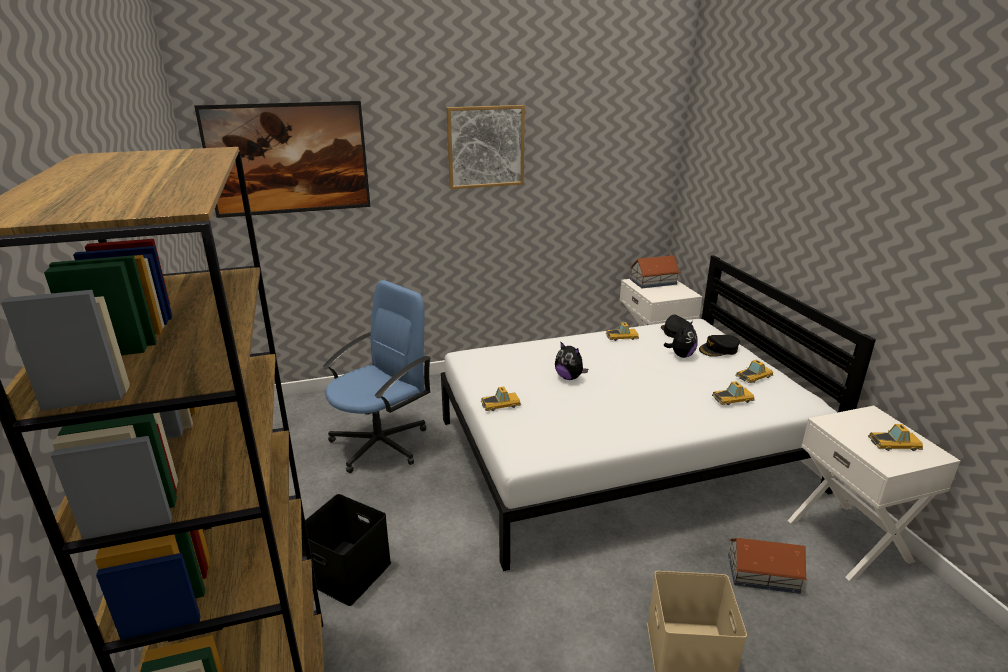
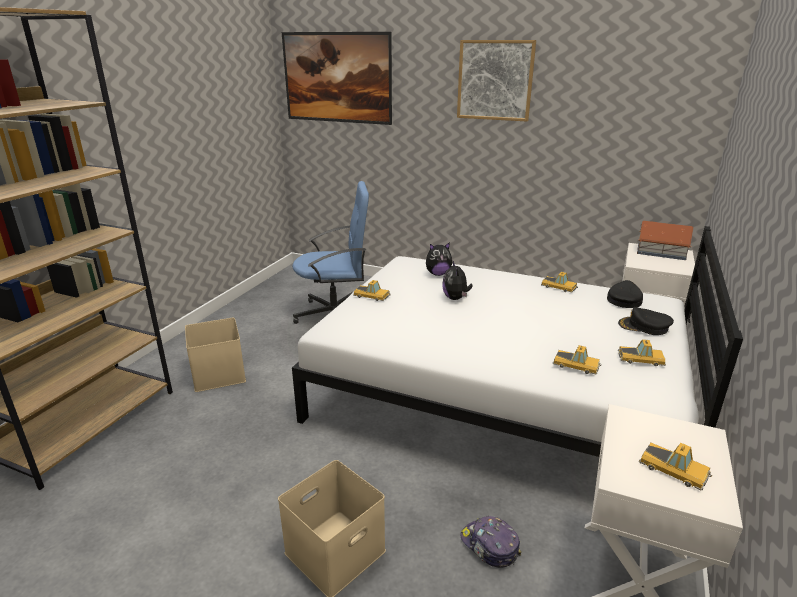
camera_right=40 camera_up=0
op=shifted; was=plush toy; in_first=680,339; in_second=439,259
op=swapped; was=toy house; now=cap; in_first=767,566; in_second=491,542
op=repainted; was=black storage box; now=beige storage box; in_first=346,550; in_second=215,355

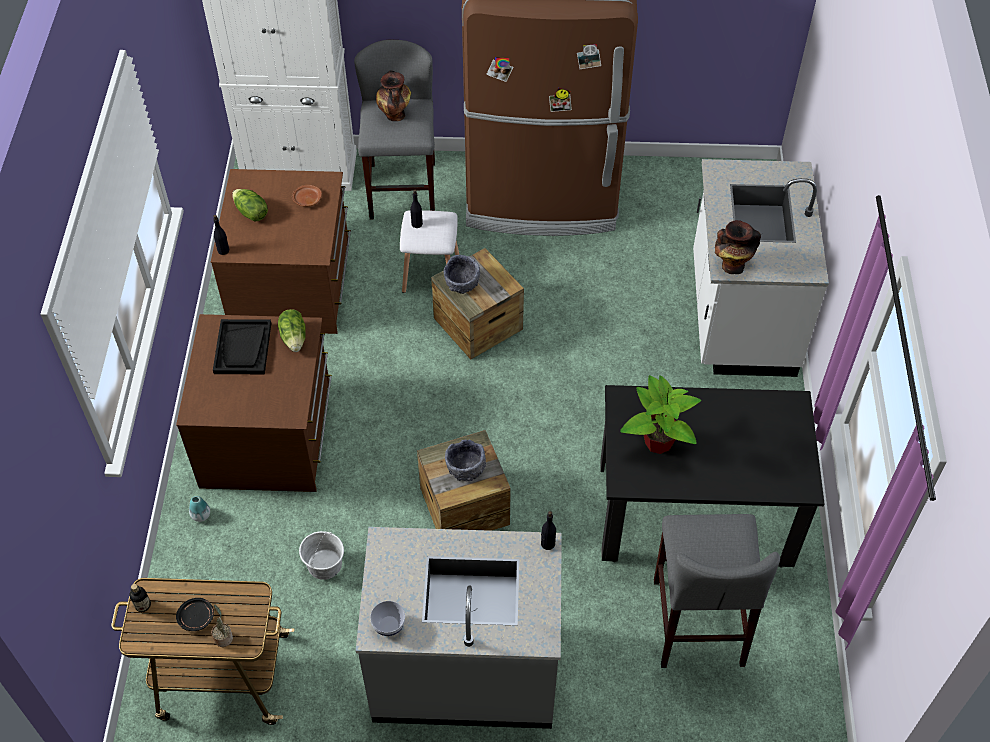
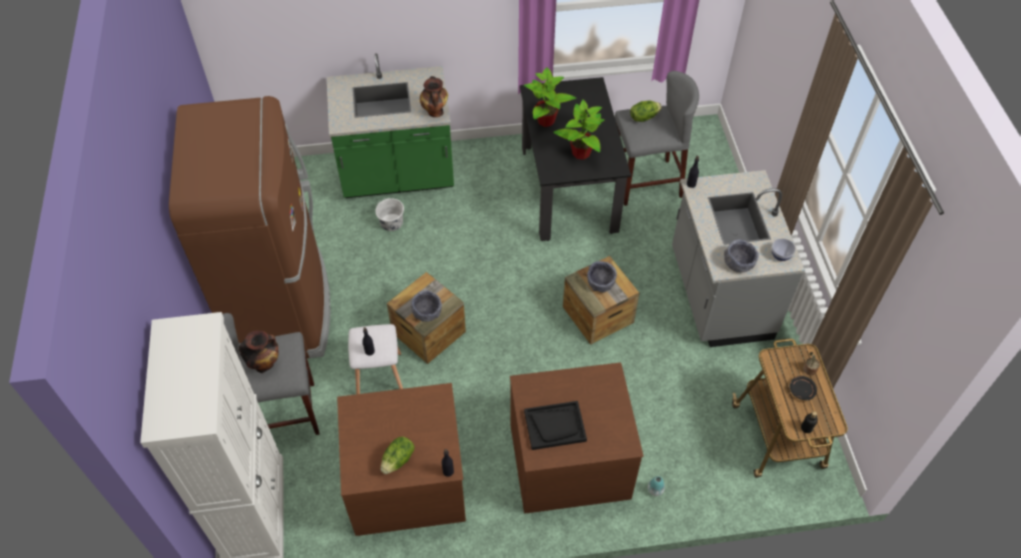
camera_right=-100 camera_up=0
op=gone; was=brown plate; in_first=307,196
op=new; now=potted plant; in_second=550,97
op=new; now=grey bowl; in_second=741,255
op=shifted; was=lettuce; in_first=292,330; in_second=646,111
op=shifted; was=white bucket; in_first=321,555; in_second=390,214
op=repainted; was=white counter; now=green counter; in_first=761,268; in_second=390,125

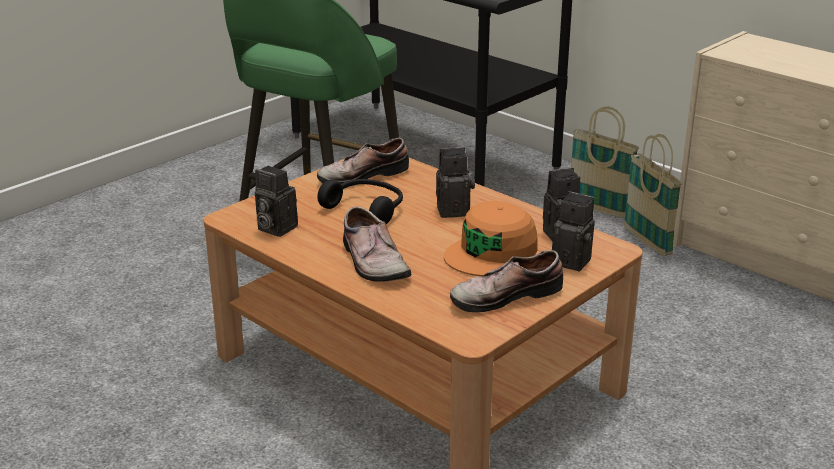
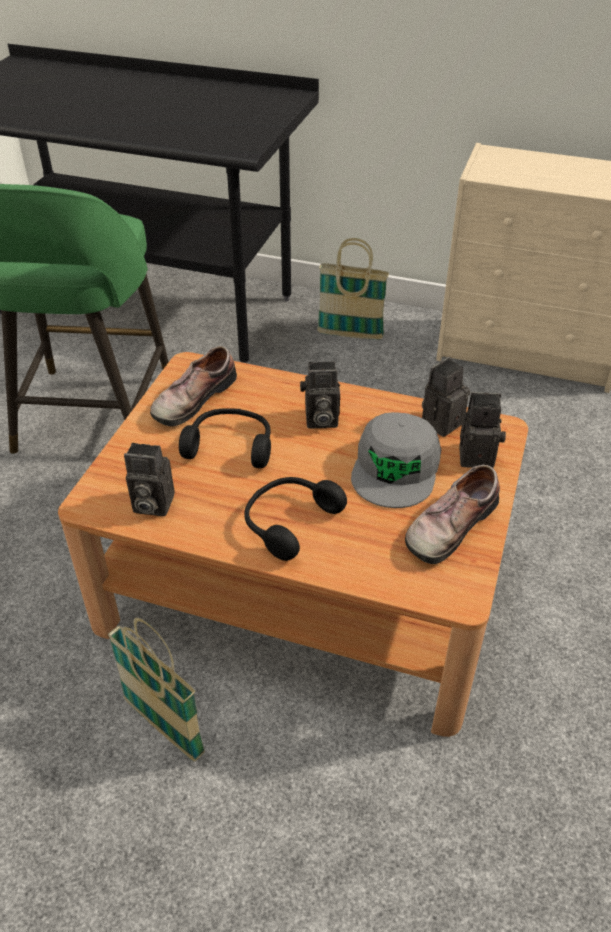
camera_right=-25 camera_up=15
op=shifted; was=basket; in_first=652,195; in_second=156,690
op=swapped; was=shoe; now=black headphones; in_first=377,244; in_second=295,519
op=repainted; was=orange cap; now=grey cap; in_first=491,238; in_second=396,460
op=rotated; was=photo camera; in_first=455,182; in_second=320,395; clockwise=-150

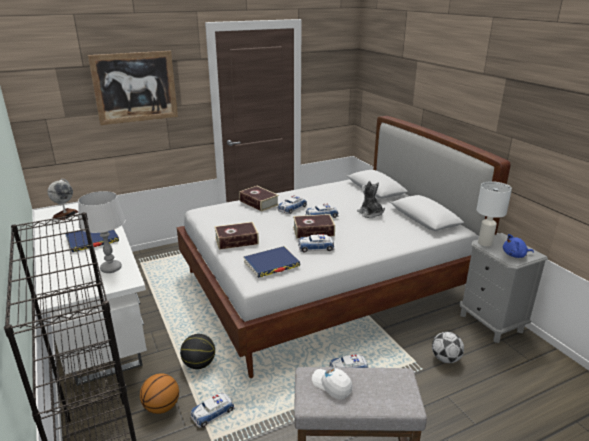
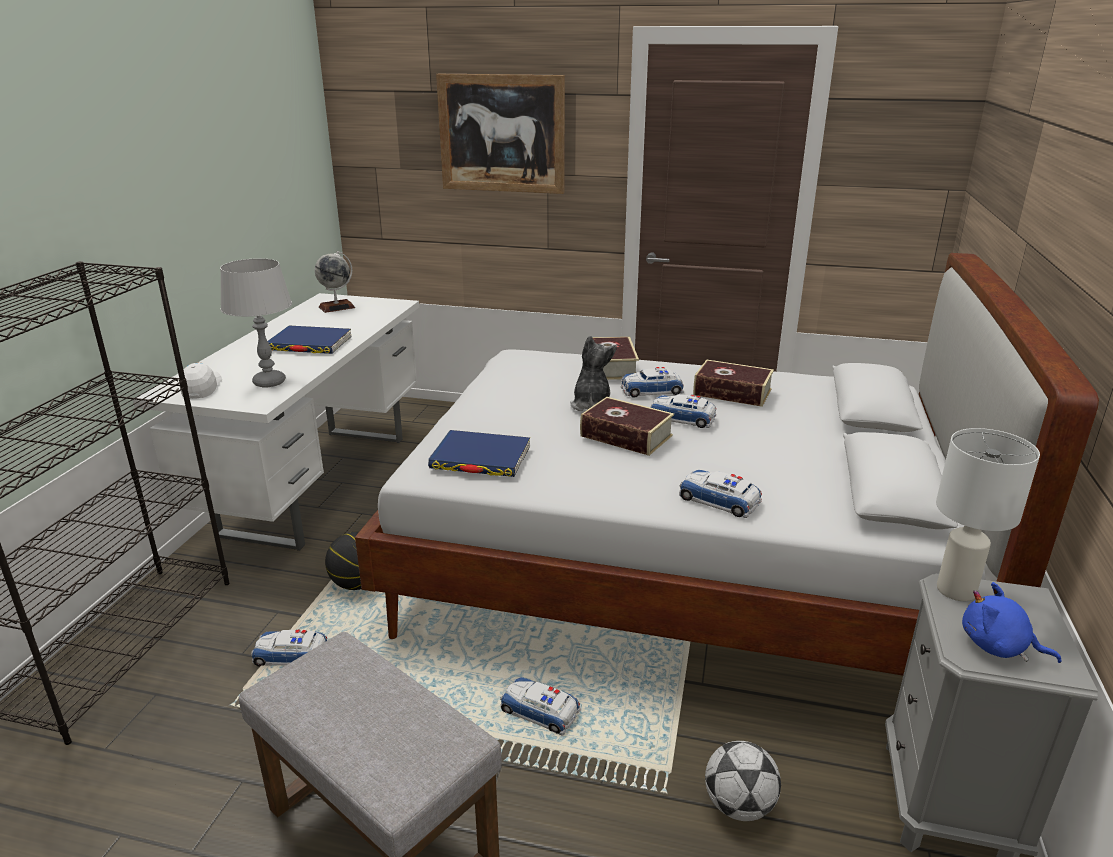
camera_right=40 camera_up=0
op=gone; was=basketball; in_first=159,393
op=shifted; was=book; in_first=236,236; in_second=733,383
op=shifted; was=toy car; in_first=316,243; in_second=720,494
op=shifted; was=white cap; in_first=332,384; in_second=201,381
op=shifted; was=plush toy; in_first=371,199; in_second=593,373

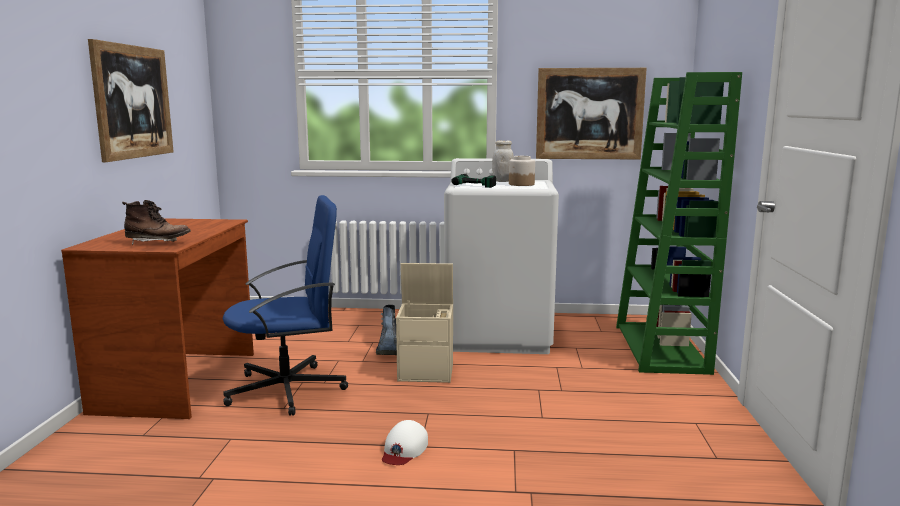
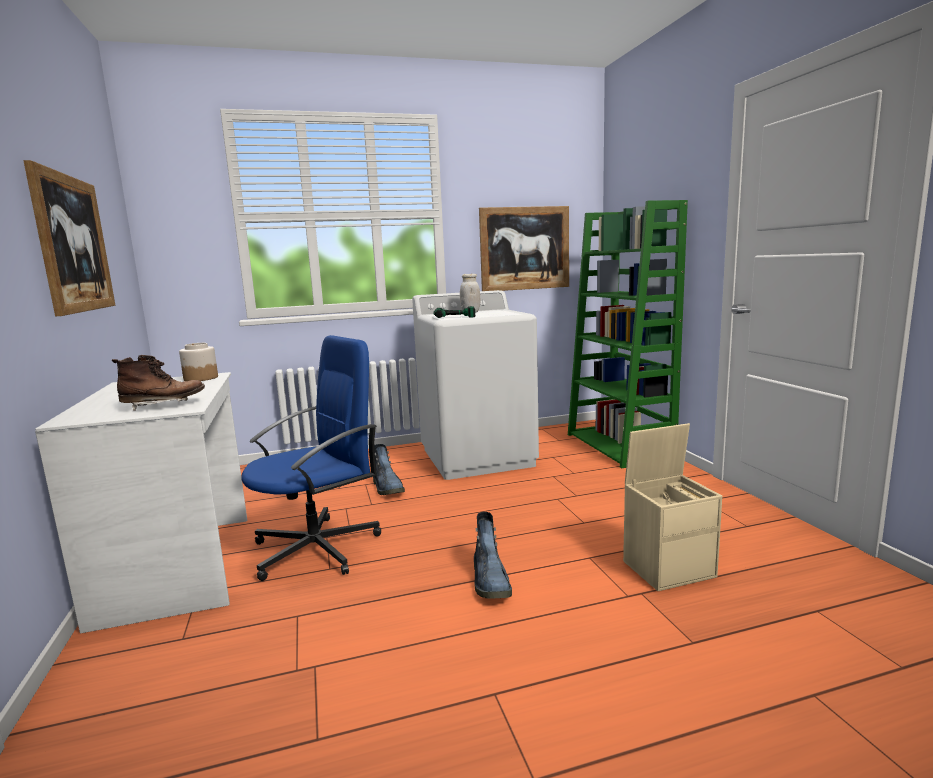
camera_right=-20 camera_up=0
op=shifted; was=beige storage box; in_first=424,323; in_second=672,507
op=shifted; was=jar; in_first=522,171; in_second=198,362
op=swapped; was=white cap; now=boot; in_first=405,442; in_second=493,555
op=repainted; was=brown desk; now=white desk; in_first=157,318; in_second=141,502

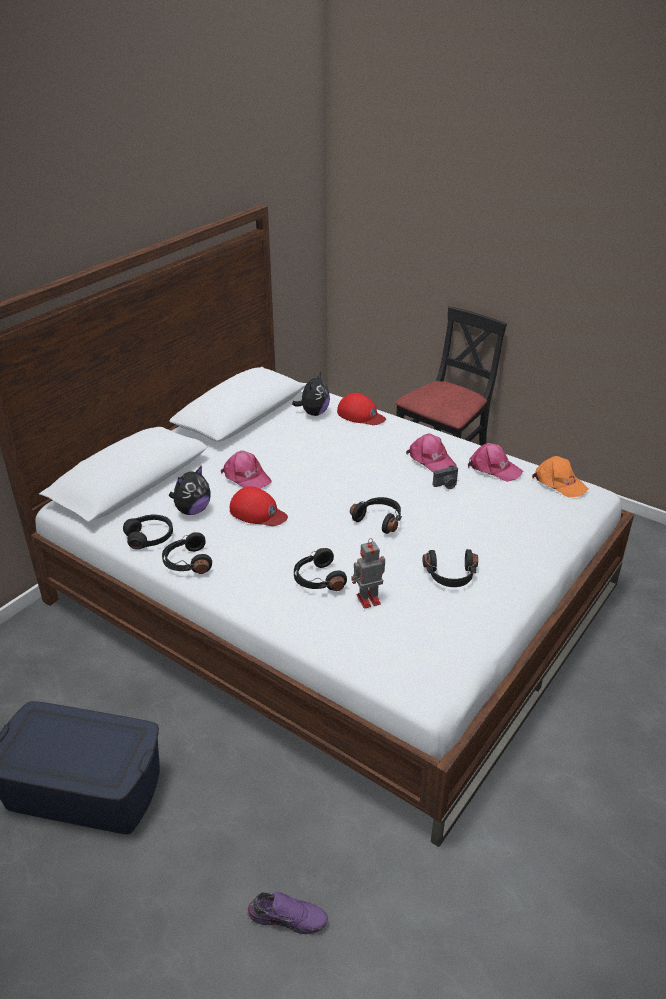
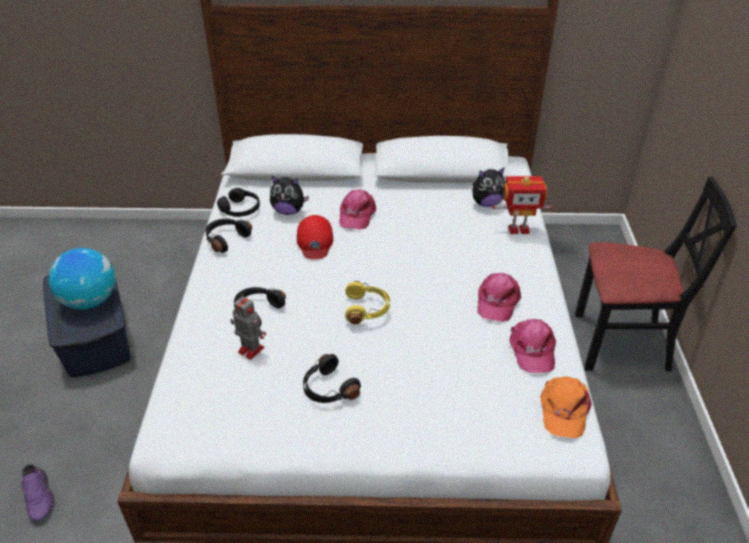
camera_right=55 camera_up=5
op=gone; was=photo camera; in_first=445,477
op=new; now=globe; in_second=82,279
op=swapped; was=red cap; now=toy robot; in_first=361,409; in_second=522,205
op=repainted; was=black headphones; now=yellow headphones; in_first=376,515; in_second=367,302

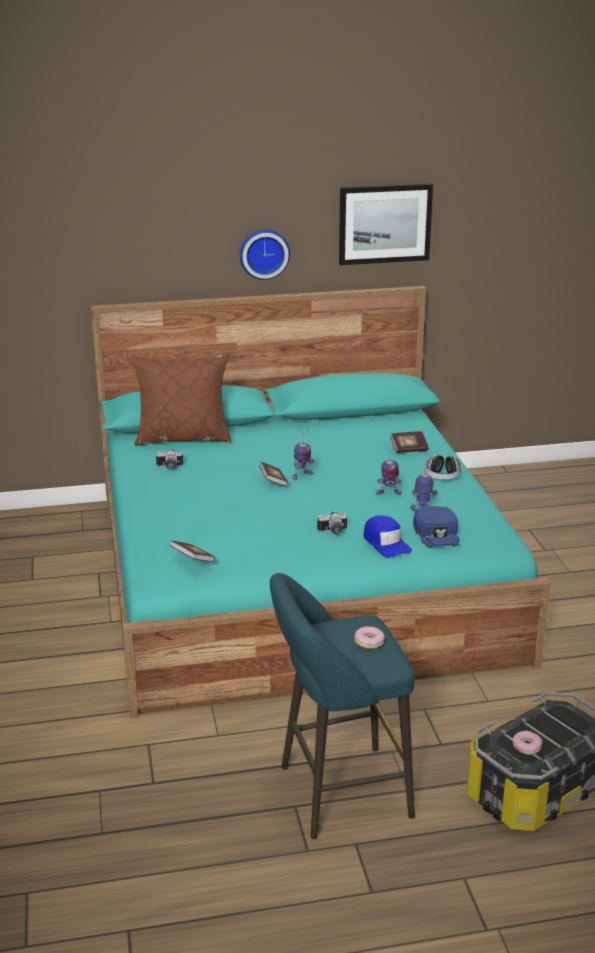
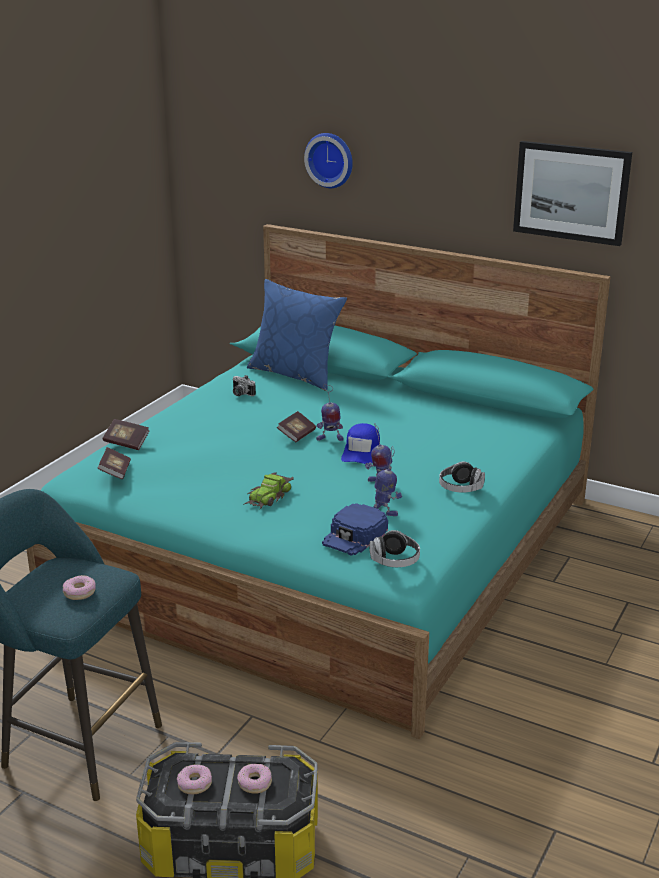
camera_right=40 camera_up=0
op=new; now=donut; in_second=254,779
op=new; now=headphones; in_second=394,548
op=shifted; was=wall clock; in_first=265,254; in_second=328,160
op=shifted; was=blue cap; in_first=387,536; in_second=360,443
op=shifted; was=book; in_first=409,442; in_second=126,434
op=swapped; was=photo camera; now=toy car; in_first=332,522; in_second=268,490
op=repainted; was=brown pillow; now=blue pillow; in_first=181,399; in_second=297,335

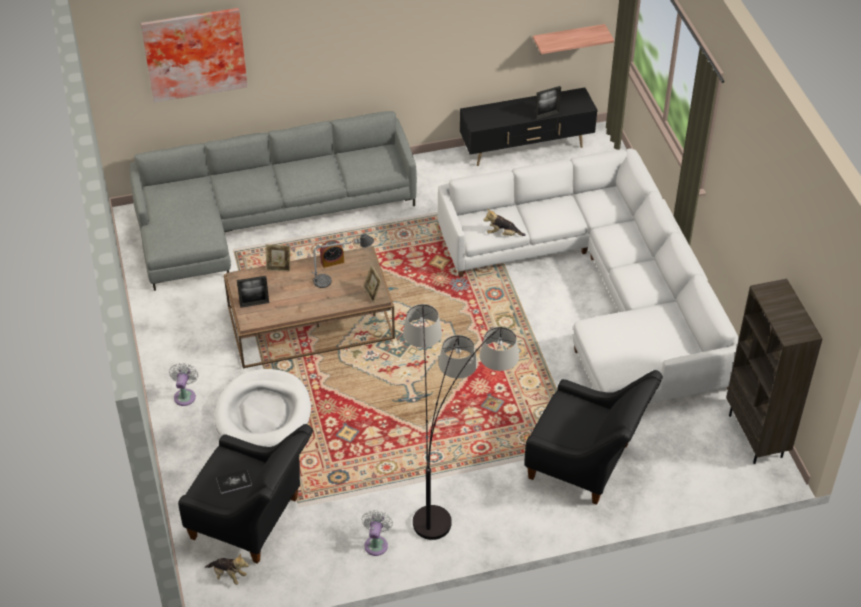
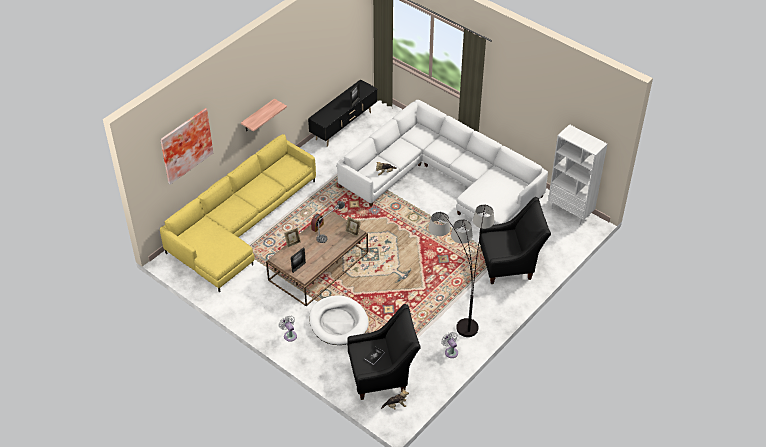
camera_right=-35 camera_up=0
op=shifted; was=shelf; in_first=573,39; in_second=264,115
op=repainted; was=grey sofa; now=yellow sofa; in_first=273,201; in_second=238,213
op=repainted; was=brown bookcase; now=white bookcase; in_first=774,371; in_second=577,174

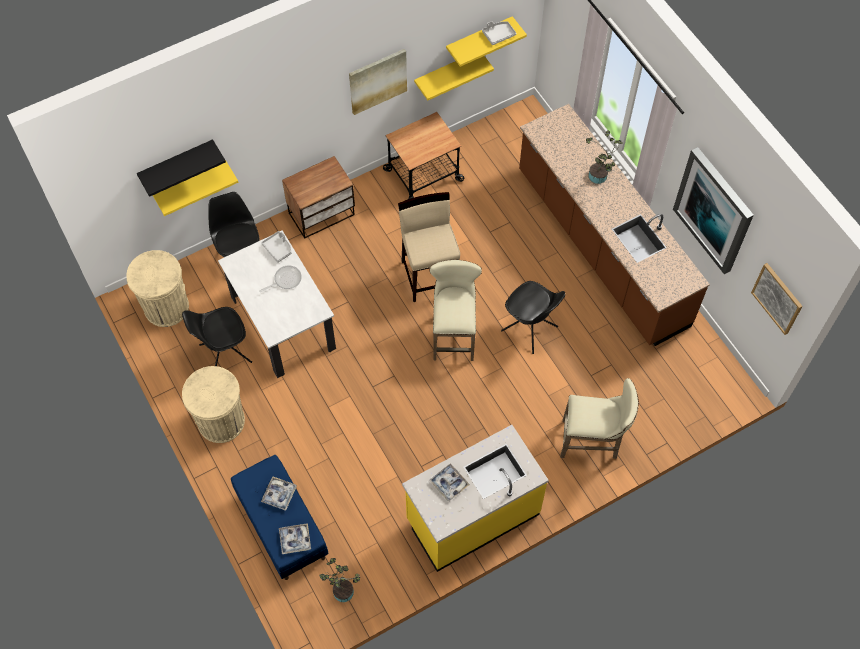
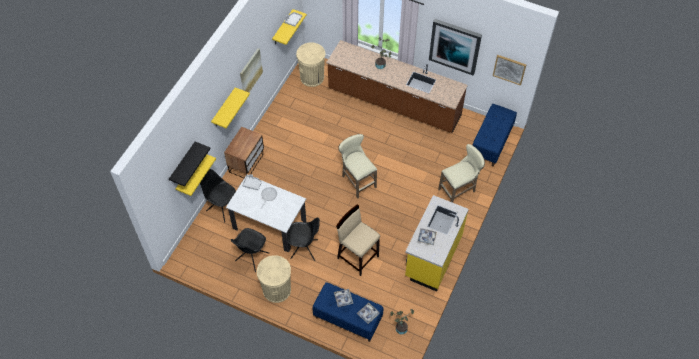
camera_right=-35 camera_up=-5
op=gone; was=cart; in_first=423,155
op=new; now=blue bench; in_second=494,135
op=shifted; was=beige trash can; in_first=157,288; in_second=310,65
op=shifted; was=beige stool; in_first=429,247; in_second=358,240
op=shifted; was=yellow shelf; in_first=454,78; in_second=230,107
op=shifted; was=black chair; in_first=533,317; in_second=303,239

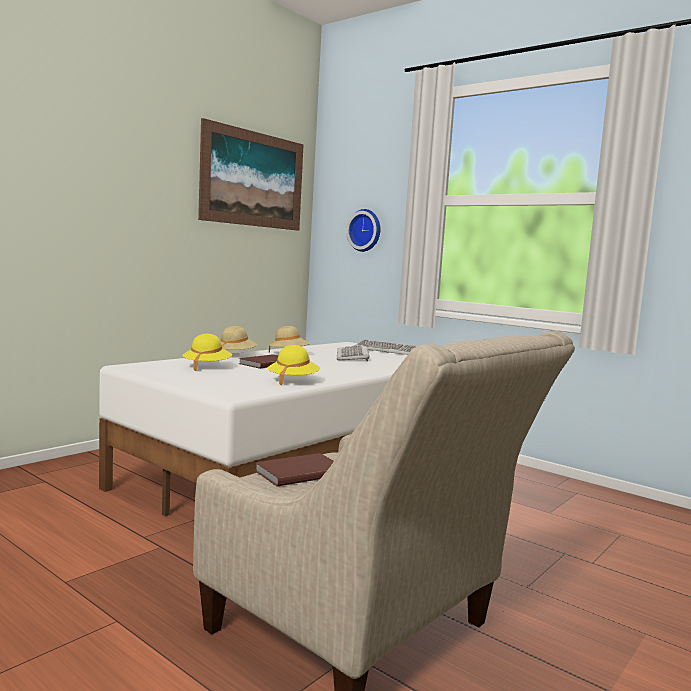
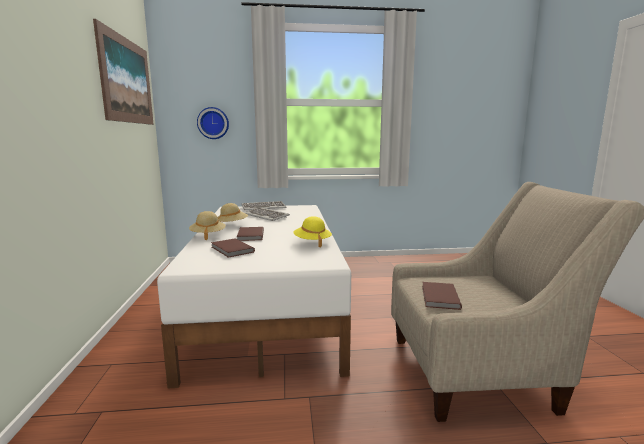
camera_right=-45 camera_up=5
op=swapped; was=yellow hat; now=brown book; in_first=207,352; in_second=233,248

